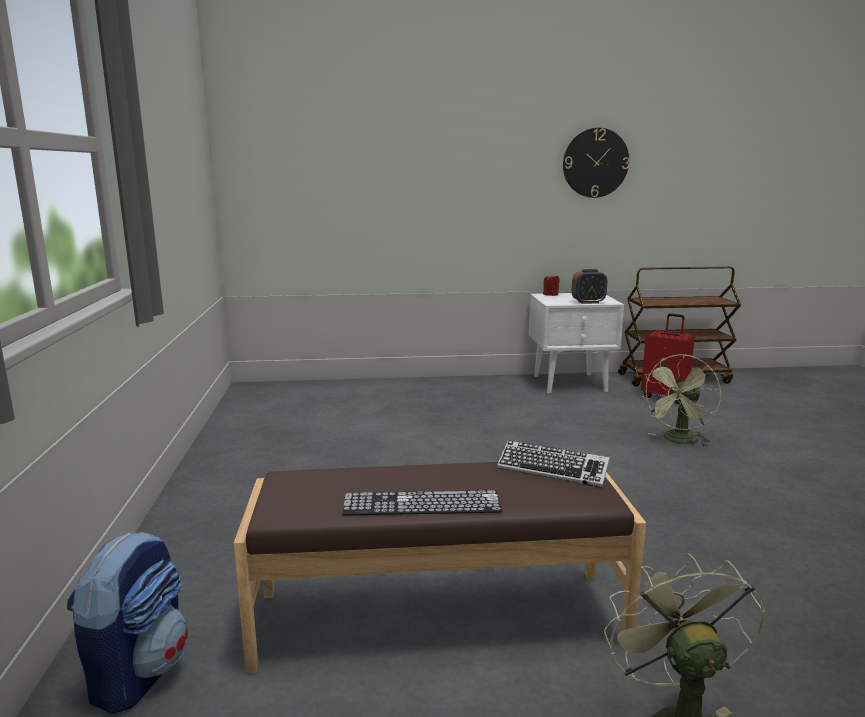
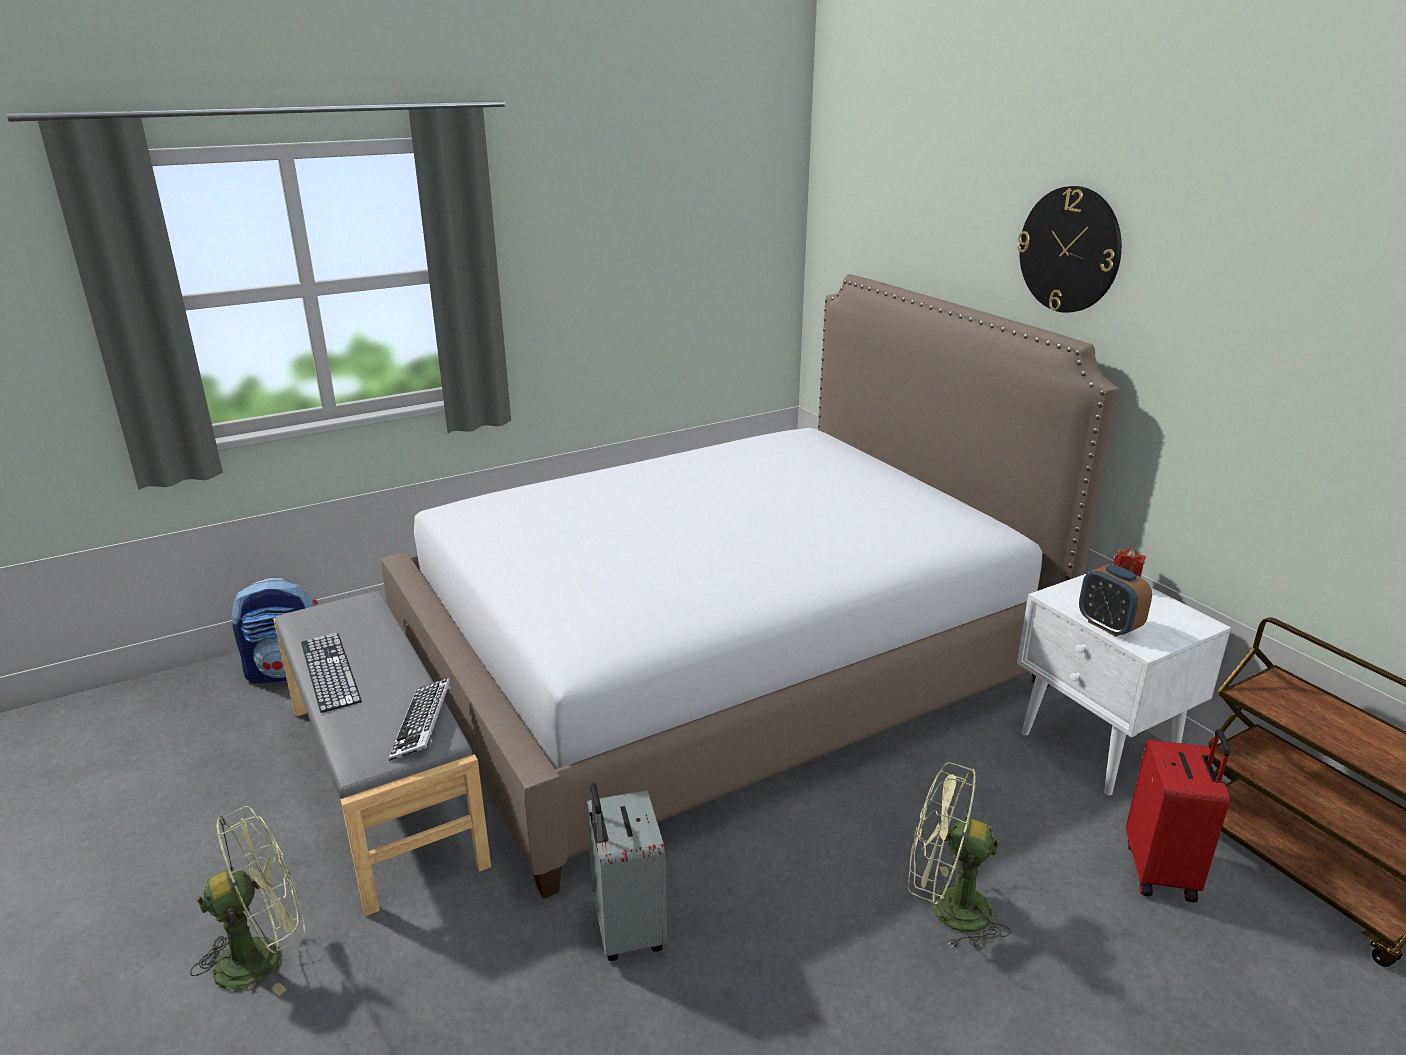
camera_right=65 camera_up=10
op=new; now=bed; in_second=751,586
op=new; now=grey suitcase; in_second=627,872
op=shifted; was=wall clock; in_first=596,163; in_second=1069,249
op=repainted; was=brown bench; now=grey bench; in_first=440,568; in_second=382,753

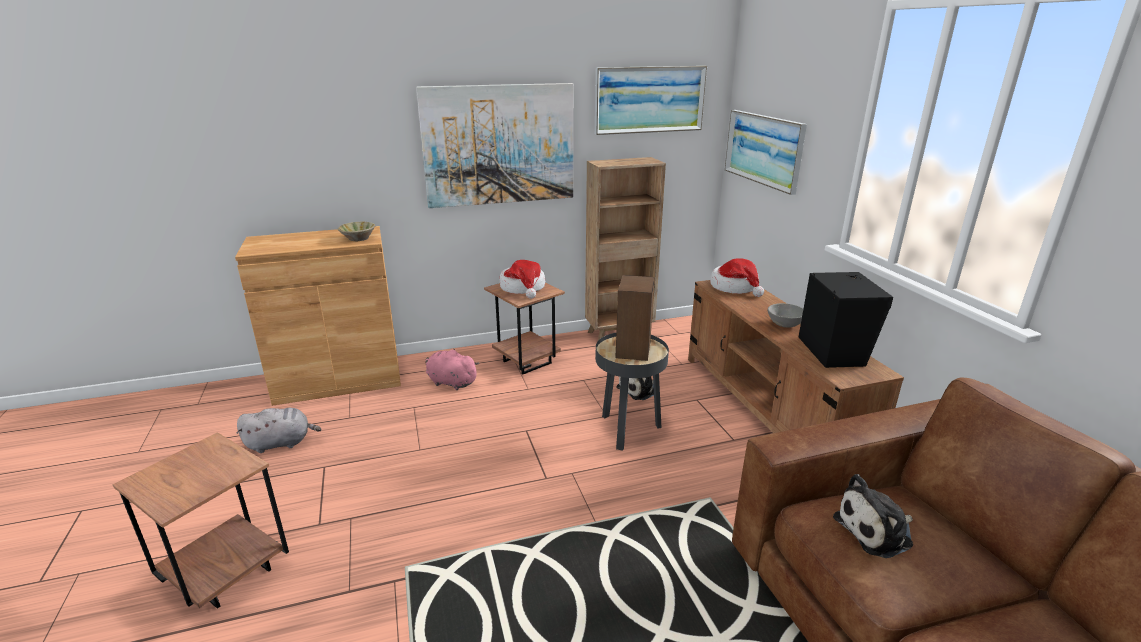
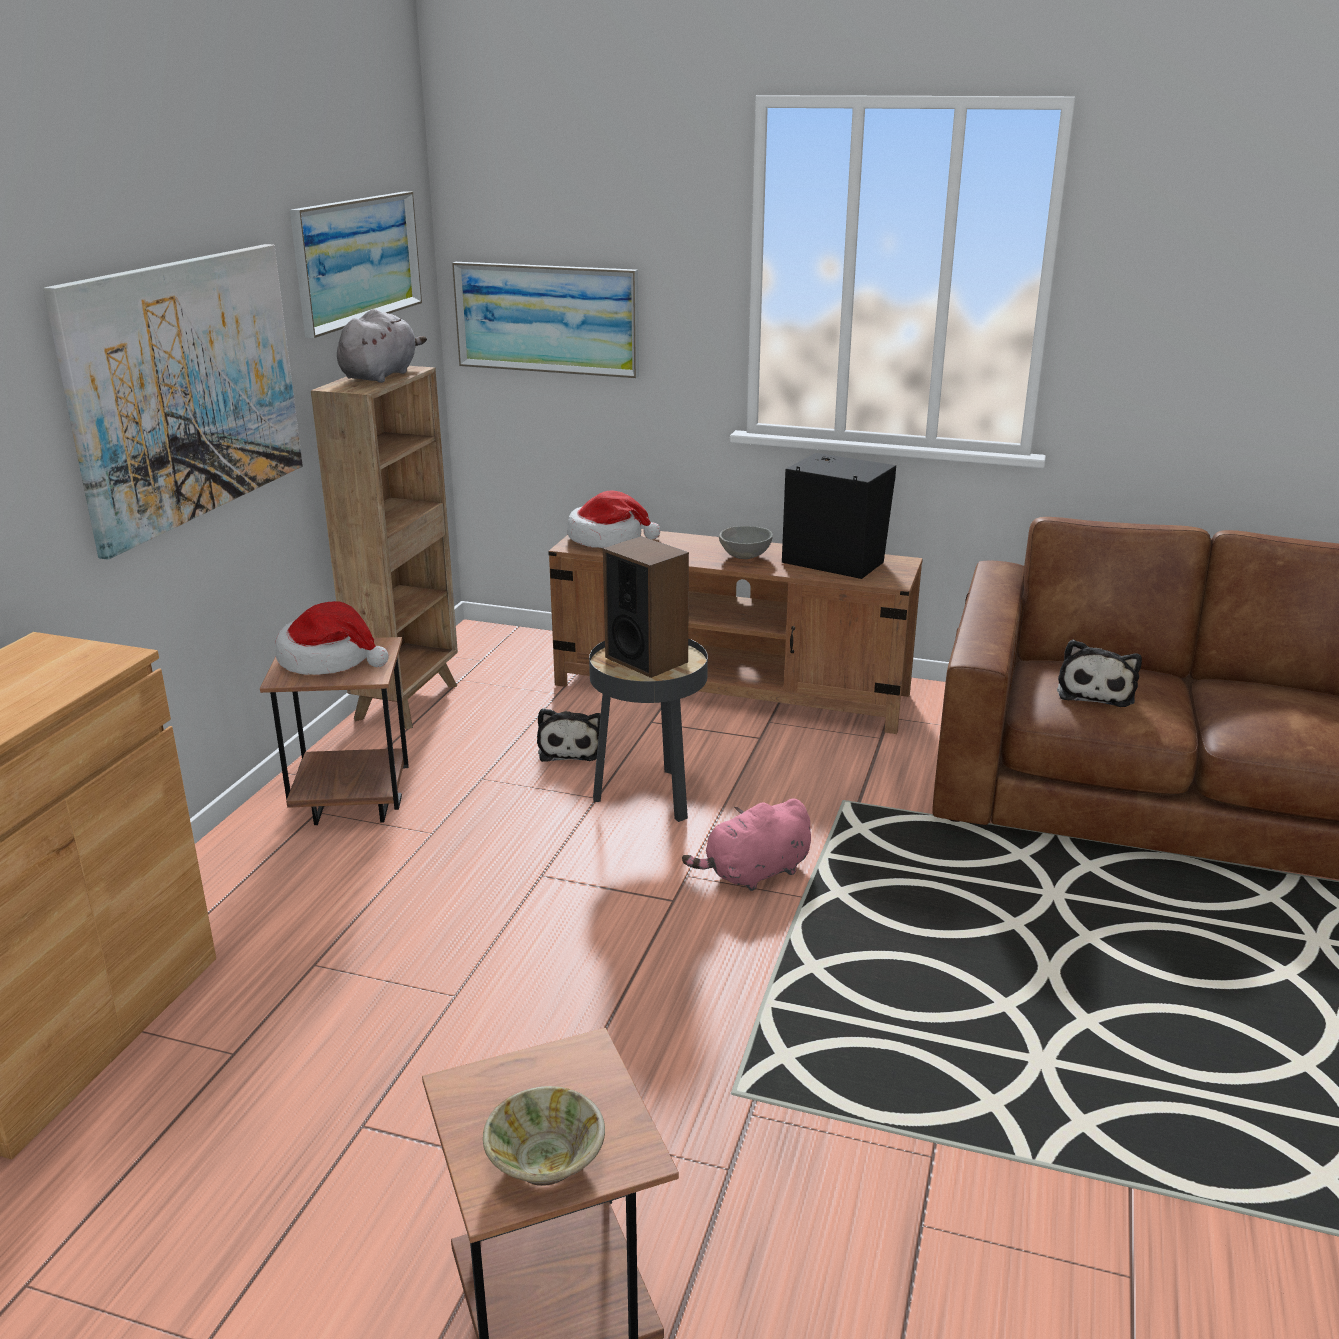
camera_right=-55 camera_up=0
op=shifted; was=grey plush toy; in_first=278,430; in_second=382,346
op=shifted; was=beige bowl; in_first=356,231; in_second=544,1136
op=shifted; was=pink plush toy; in_first=452,369; in_second=746,845

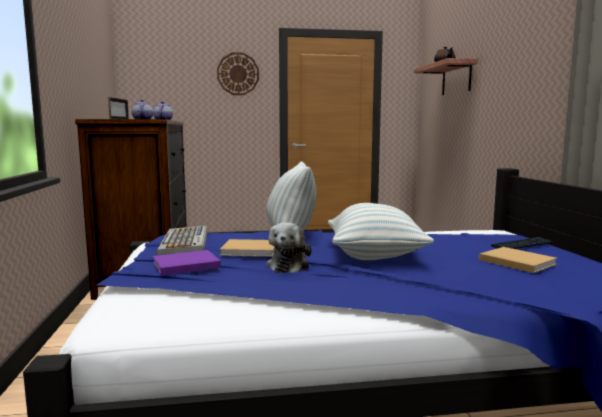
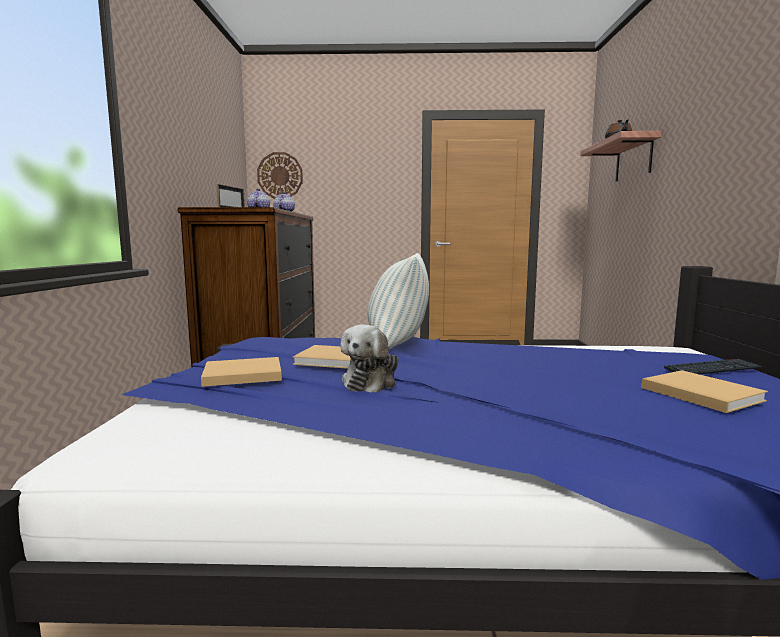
camera_right=10 camera_up=0
op=gone; was=keyboard; in_first=182,240
op=gone; was=pillow; in_first=381,231
op=shifted; was=wall clock; in_first=238,73; in_second=280,175
op=repainted; was=purple book; now=beige book; in_first=187,262; in_second=241,372

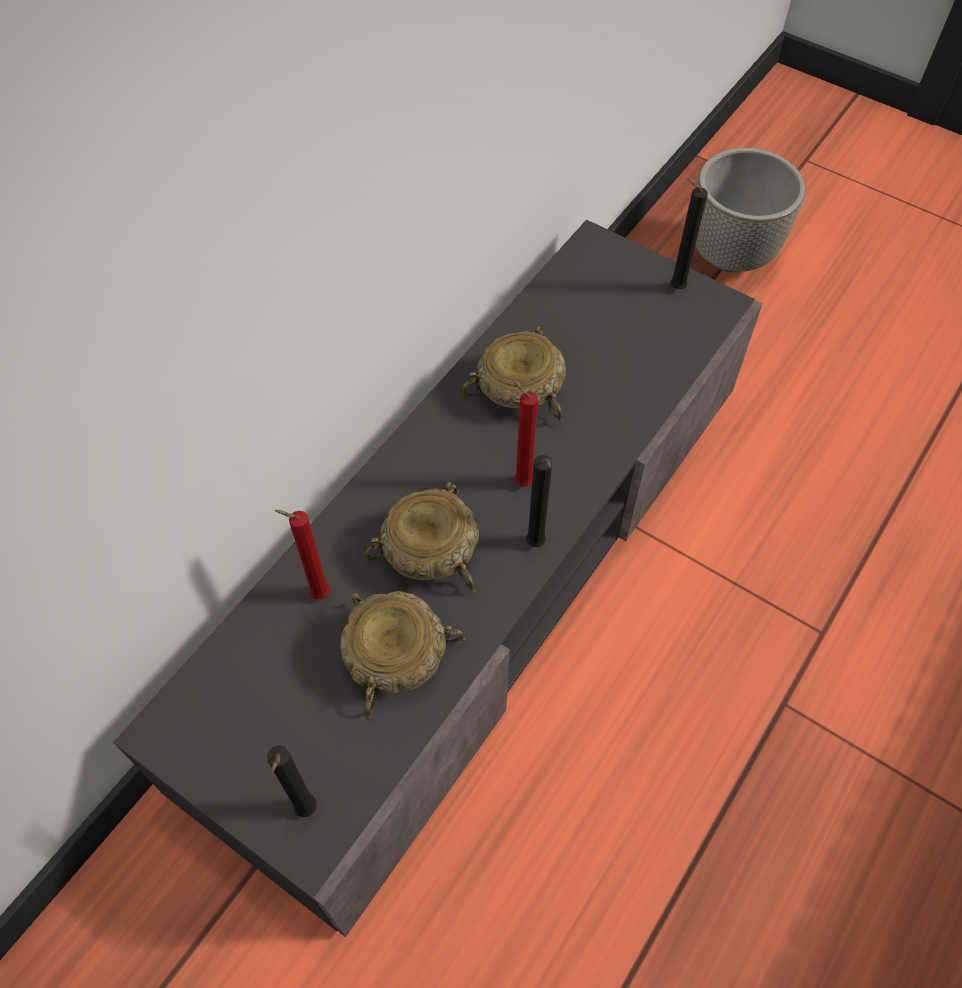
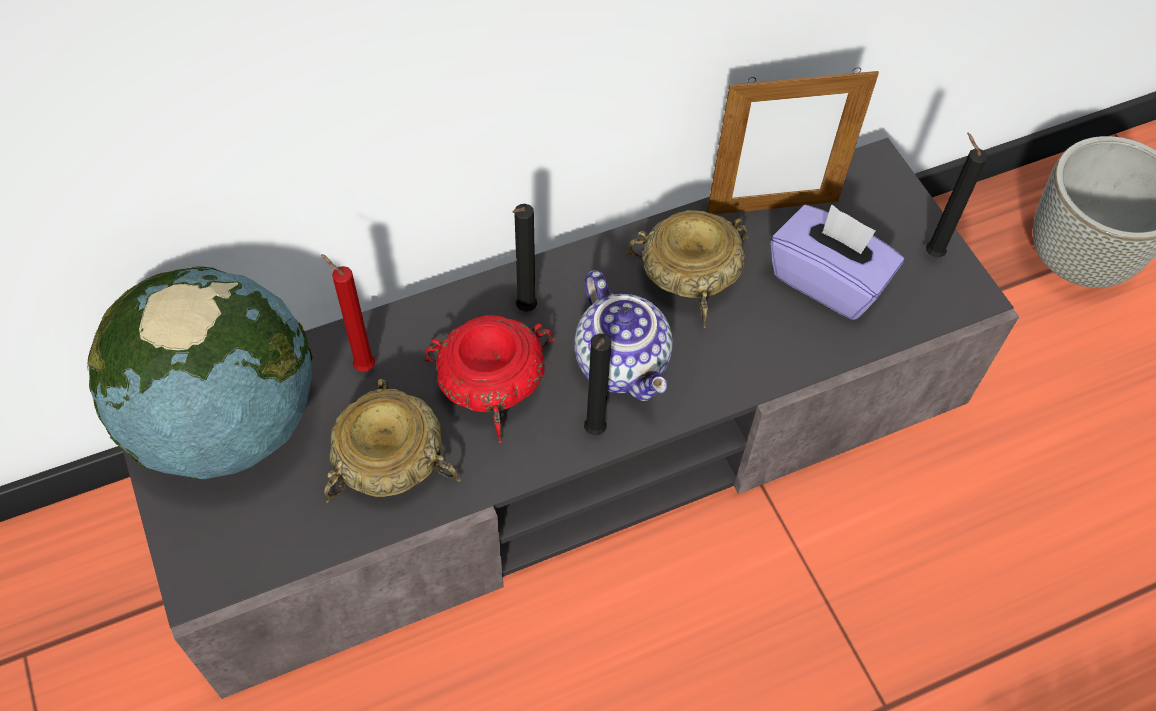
camera_right=30 camera_up=0
op=new; now=globe; in_second=200,373
op=new; now=picture frame; in_second=793,141
op=new; now=purple tissue box; in_second=837,262
op=shifted; was=black candle; in_first=292,781; in_second=525,258
op=swapped; was=red candle; now=teapot; in_first=525,433; in_second=624,335
op=repainted; was=beige bowl; now=red bowl; in_first=422,537; in_second=490,379

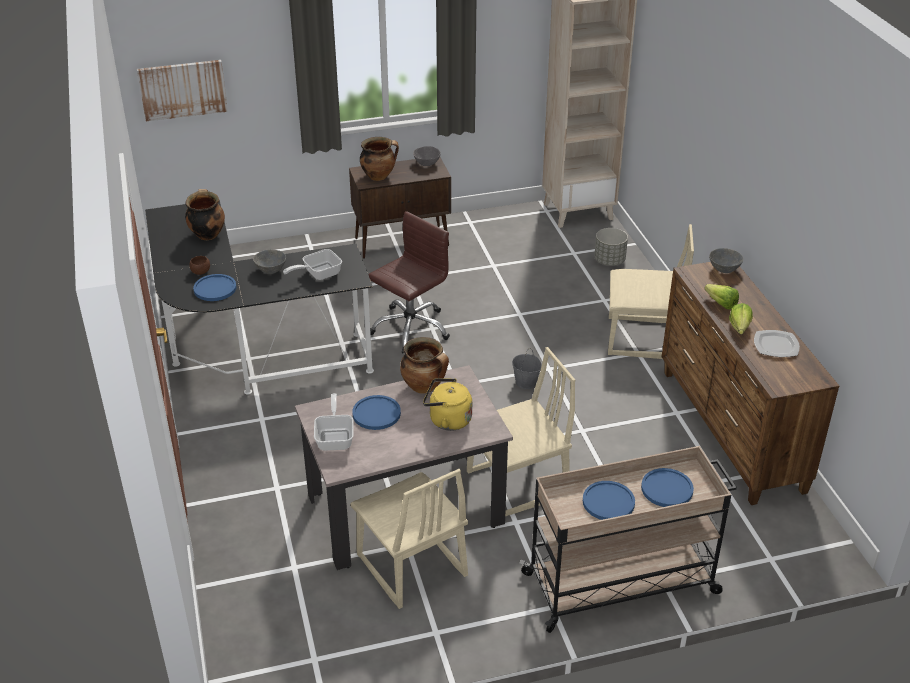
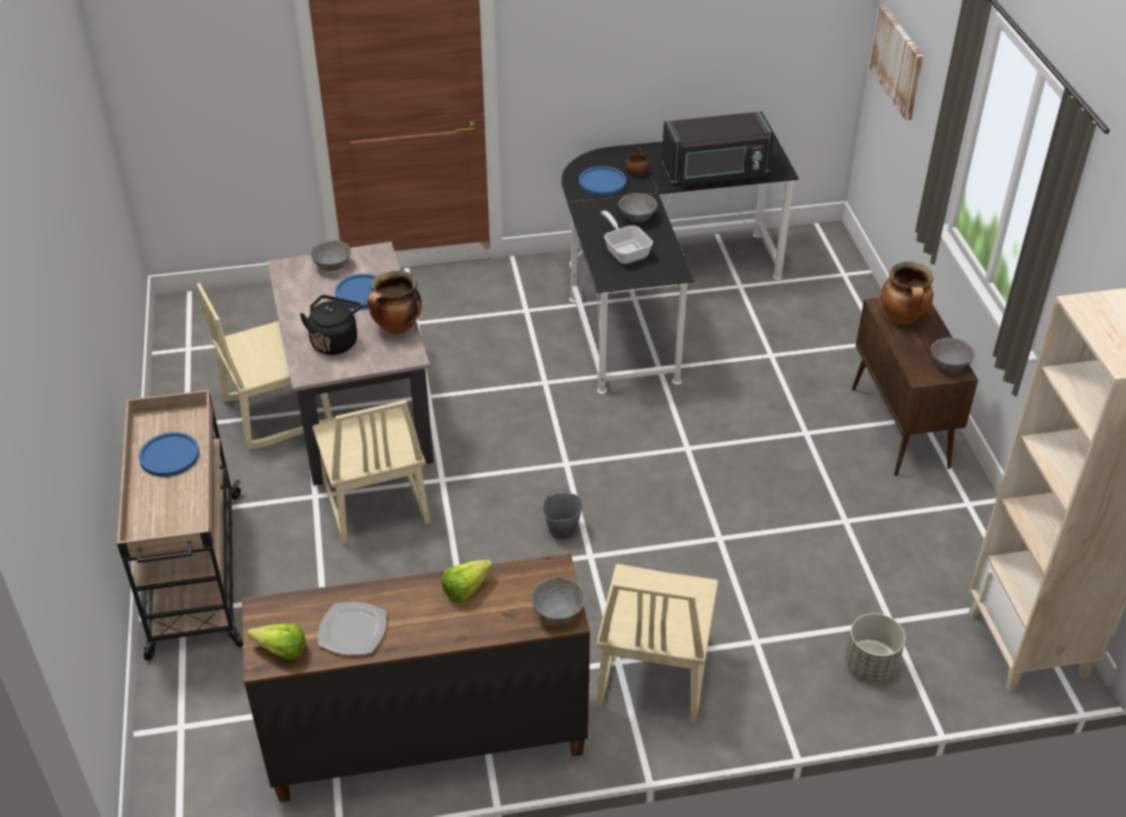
camera_right=95 camera_up=5
op=gone; was=brown office chair; in_first=409,282
op=gone; was=blue plate; in_first=667,487
op=shifted; was=lettuce; in_first=741,318; in_second=277,642
op=swapped; was=cooking pot; now=black microwave; in_first=205,214; in_second=718,148
op=swapped; was=frying pan; now=grey bowl; in_first=334,422; in_second=330,255
op=repainted; was=yellow kettle; now=black kettle; in_first=447,404; in_second=331,325

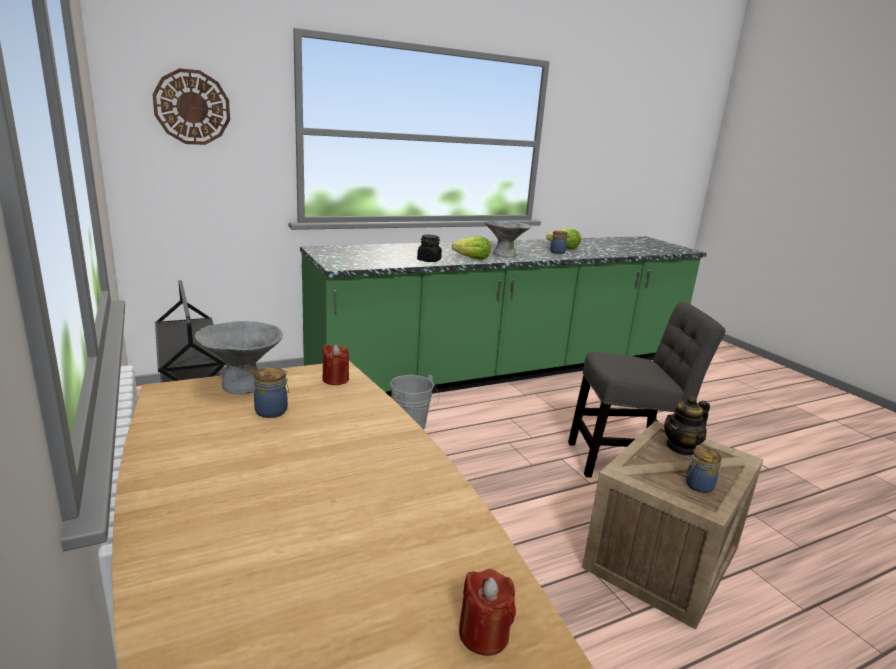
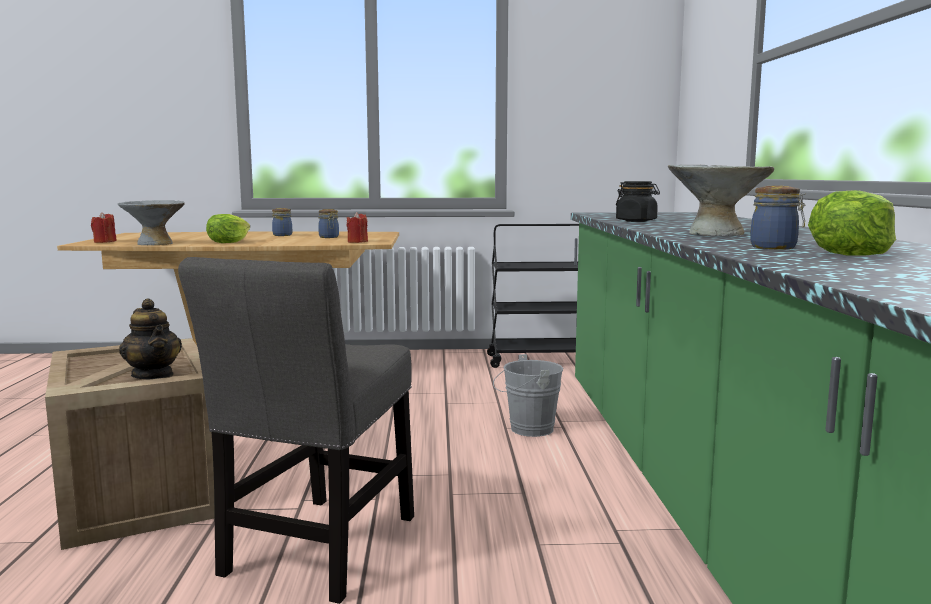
camera_right=115 camera_up=-10
op=gone; was=wall clock; in_first=191,106
op=shifted; was=grey bowl; in_first=239,357; in_second=151,222
op=shifted; was=lettuce; in_first=471,248; in_second=228,228
op=shifted; was=jar; in_first=704,470; in_second=282,222
op=rotated; was=teapot; in_first=687,426; in_second=150,338; clockwise=150

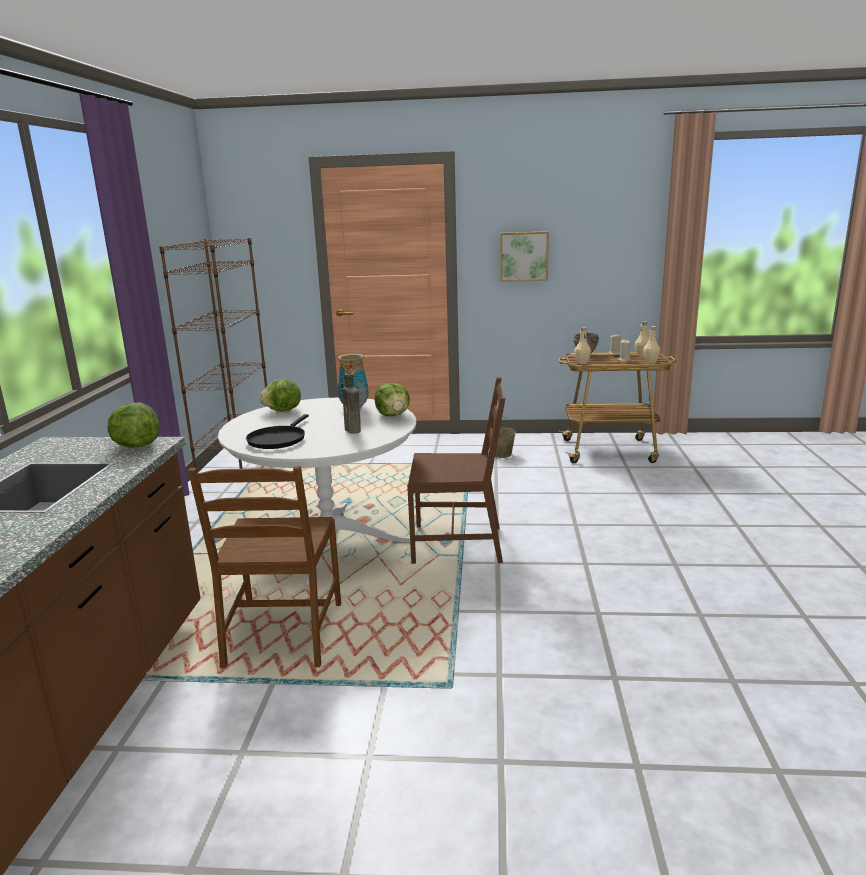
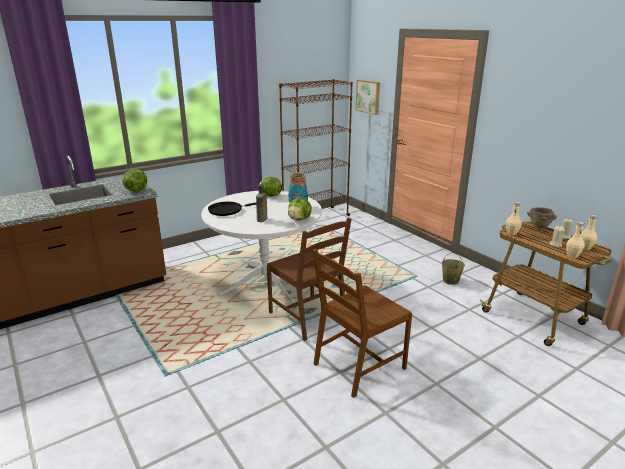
camera_right=50 camera_up=5
op=shifted; was=brown chair; in_first=264,567; in_second=362,323
op=shifted; was=picture; in_first=524,256; in_second=368,97

